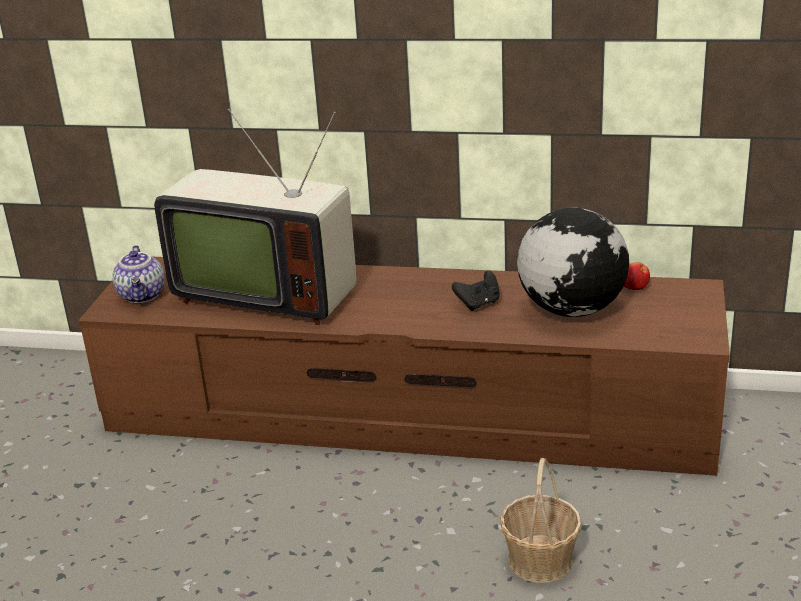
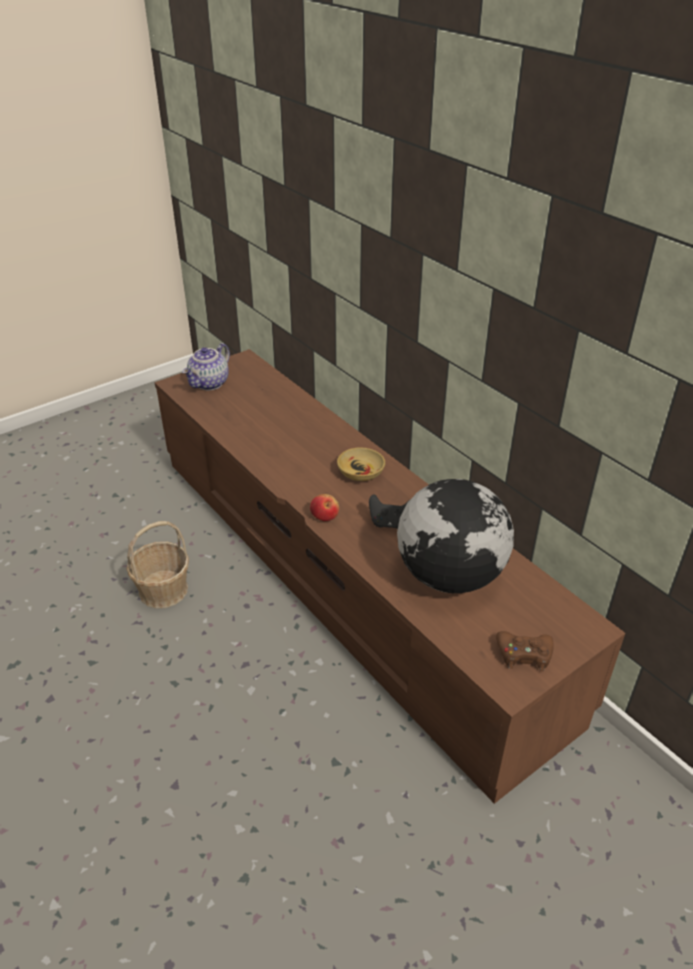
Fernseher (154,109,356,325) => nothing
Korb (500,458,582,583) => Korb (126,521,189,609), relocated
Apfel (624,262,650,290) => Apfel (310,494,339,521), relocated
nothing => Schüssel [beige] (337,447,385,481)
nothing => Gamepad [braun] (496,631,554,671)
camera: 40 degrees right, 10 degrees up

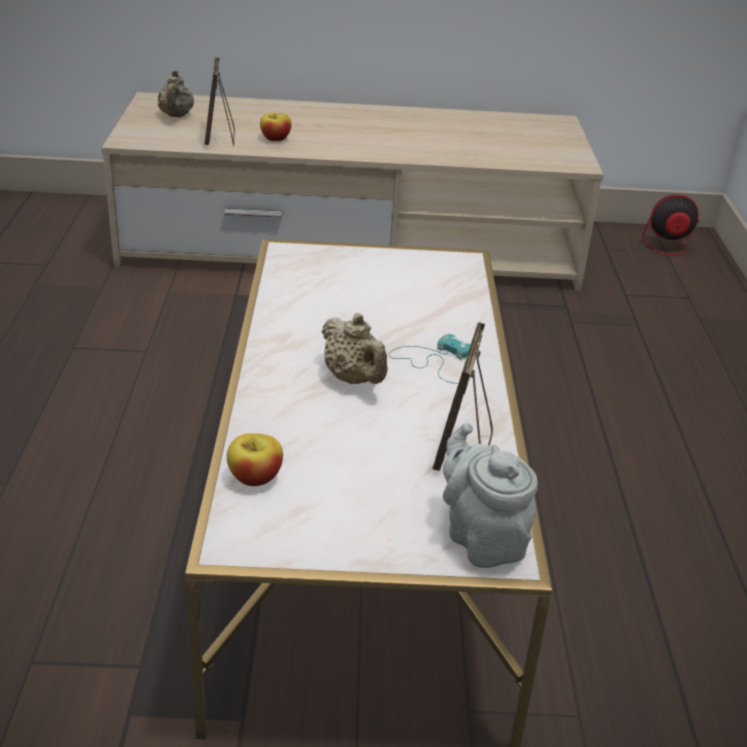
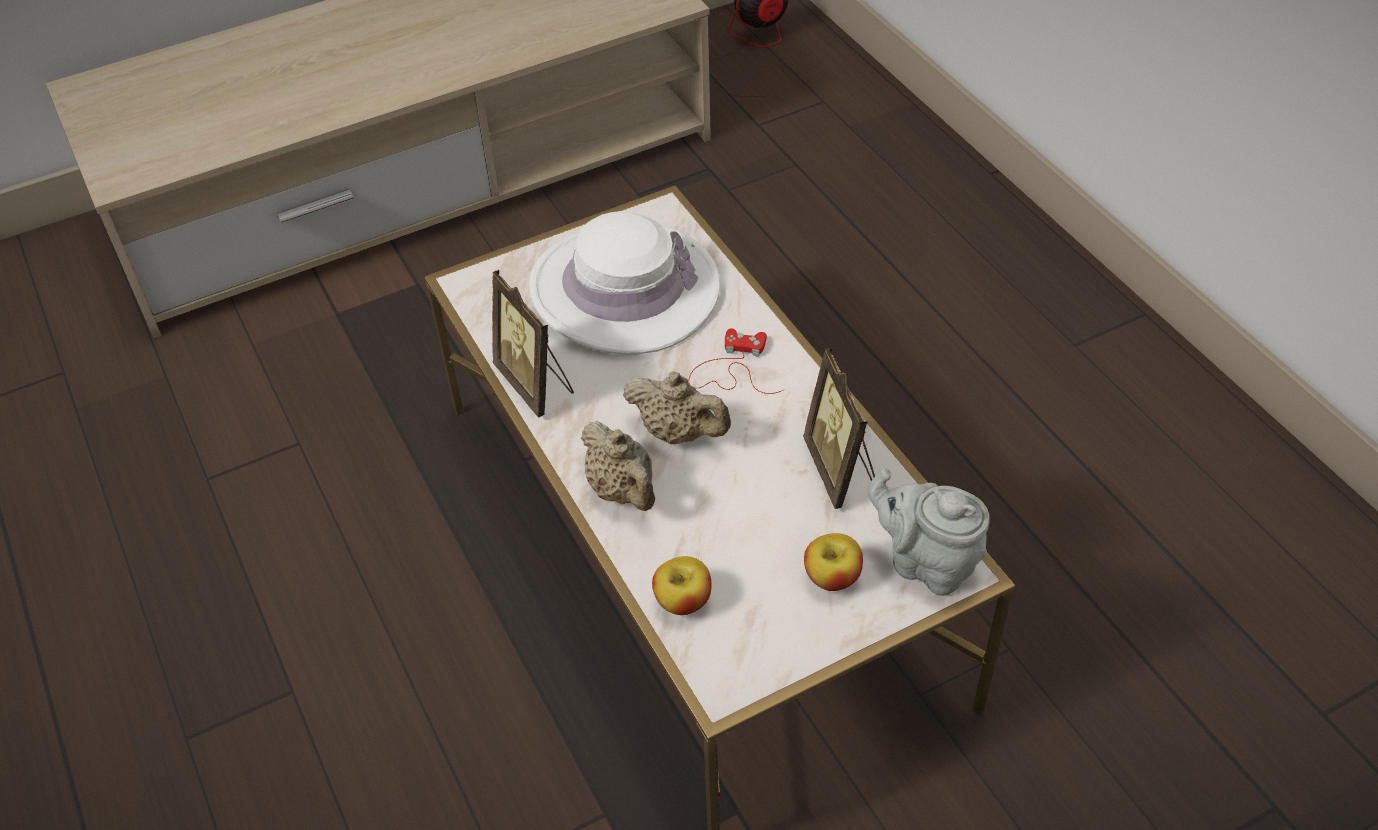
Teekanne [beige] (158,70,194,117) => Teekanne [beige] (581,420,655,511), relocated
Bilderrahmen (204,57,235,146) => Bilderrahmen (492,270,574,418), relocated
Apfel (260,113,291,141) => Apfel (804,533,863,591), relocated
Gamepad [türkis] (389,334,471,384) => Gamepad [rot] (689,329,785,394)
nothing => Hut [weiß] (529,211,720,355)
camera: 25 degrees left, 15 degrees up

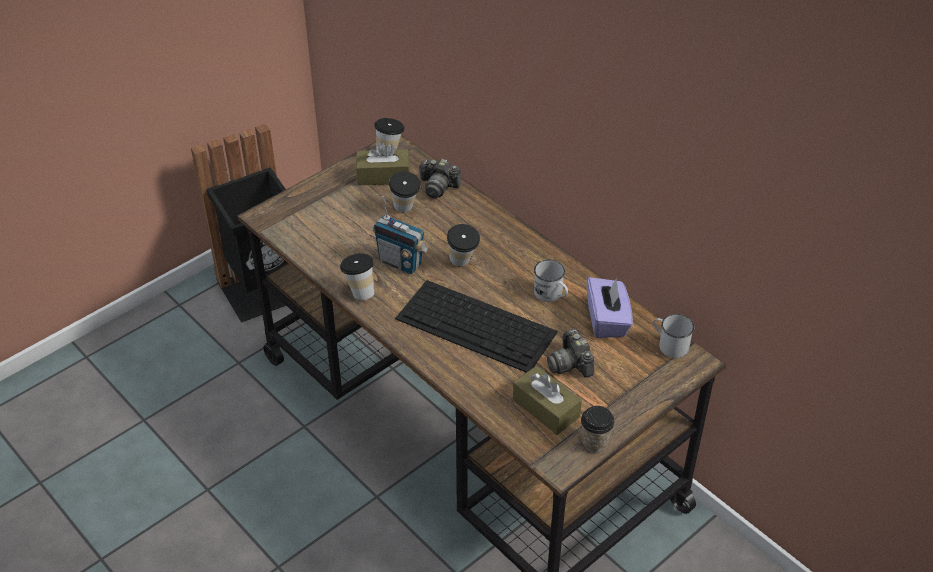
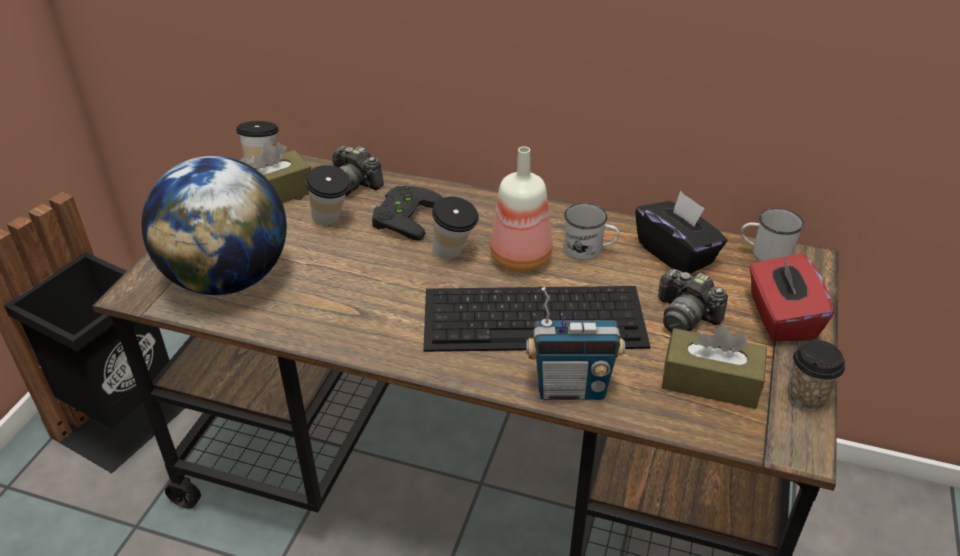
Tasse (340,253,374,300) => nothing
Radio (373,196,429,274) => Radio (526,287,625,400), relocated
Kamera (419,159,461,198) => Kamera (332,146,384,196), 45 degrees clockwise
Taschentuchbox [lila] (587,277,633,338) => Taschentuchbox [schwarz] (635,191,727,274)
nothing => Globus (141,156,287,295)
nothing => Gamepad [schwarz] (372,186,443,241)
nothing => Flasche (490,146,553,272)
nothing => Taschentuchbox [rot] (749,253,834,341)
camera: 30 degrees left, 5 degrees down

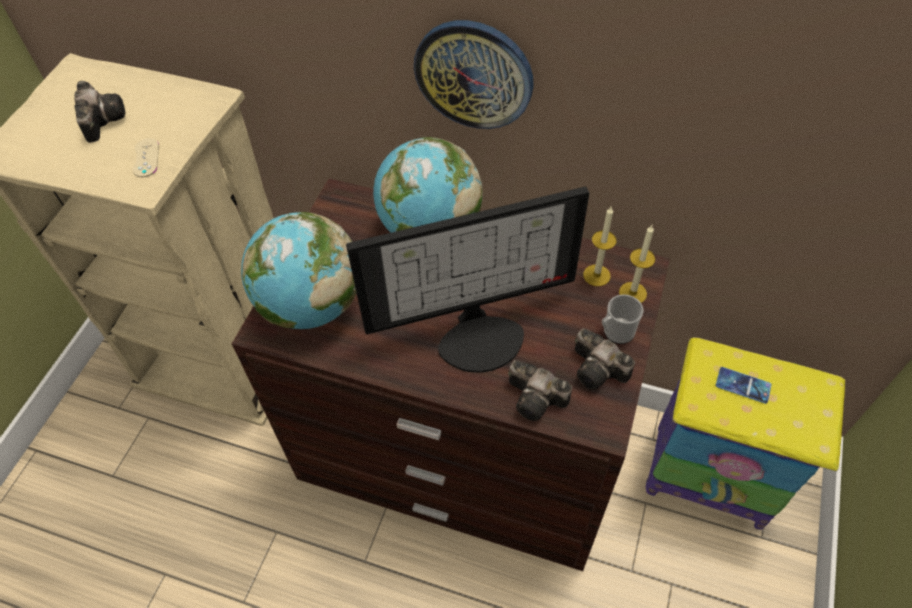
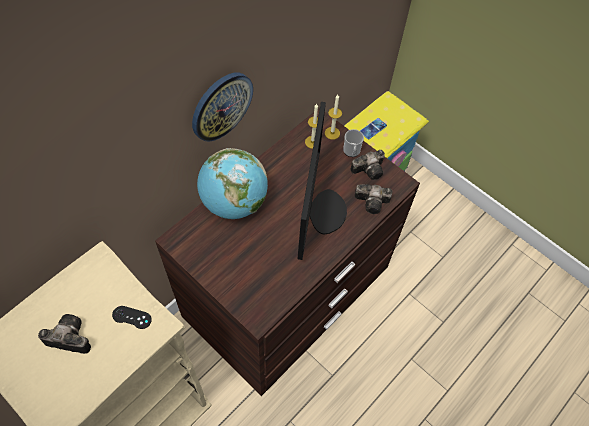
Gamepad [beige] (133,138,159,177) => Gamepad [schwarz] (112,306,152,329)
Globus (241,212,356,329) => nothing
Kamera (508,360,572,421) => Kamera (355,184,392,214), 45 degrees clockwise
camera: 70 degrees left, 5 degrees up

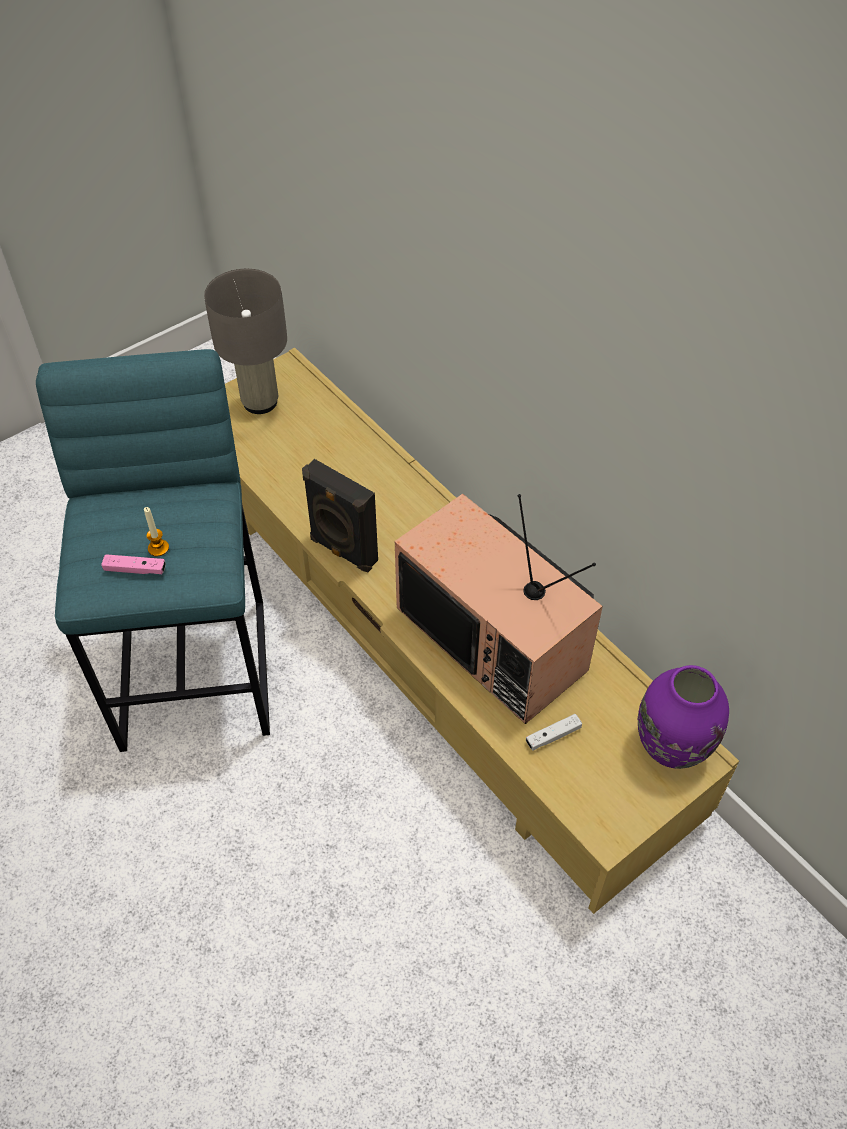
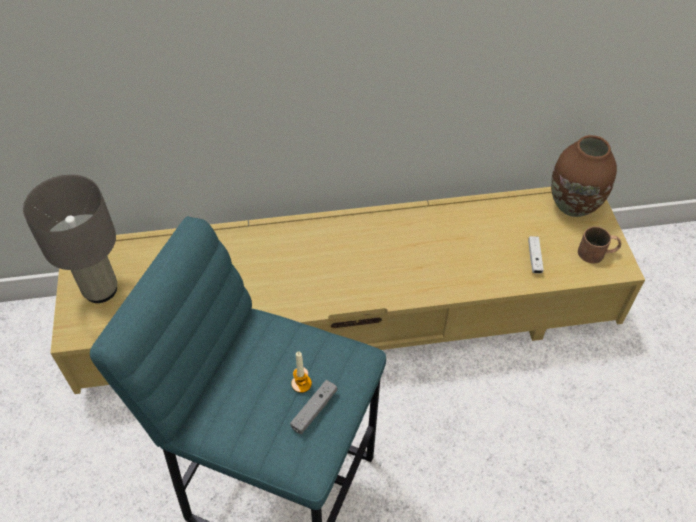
Gamepad [rosa] (101,554,166,574) => Gamepad [grau] (290,380,337,434)
Lautsprecher [schwarz] (302,459,378,572) => nothing
Fernseher (395,494,603,724) => nothing
Vase [lila] (638,665,729,769) => Vase [braun] (551,135,617,217)
nothing => Henkelbecher [braun] (578,226,621,263)
camera: 60 degrees left, 0 degrees up

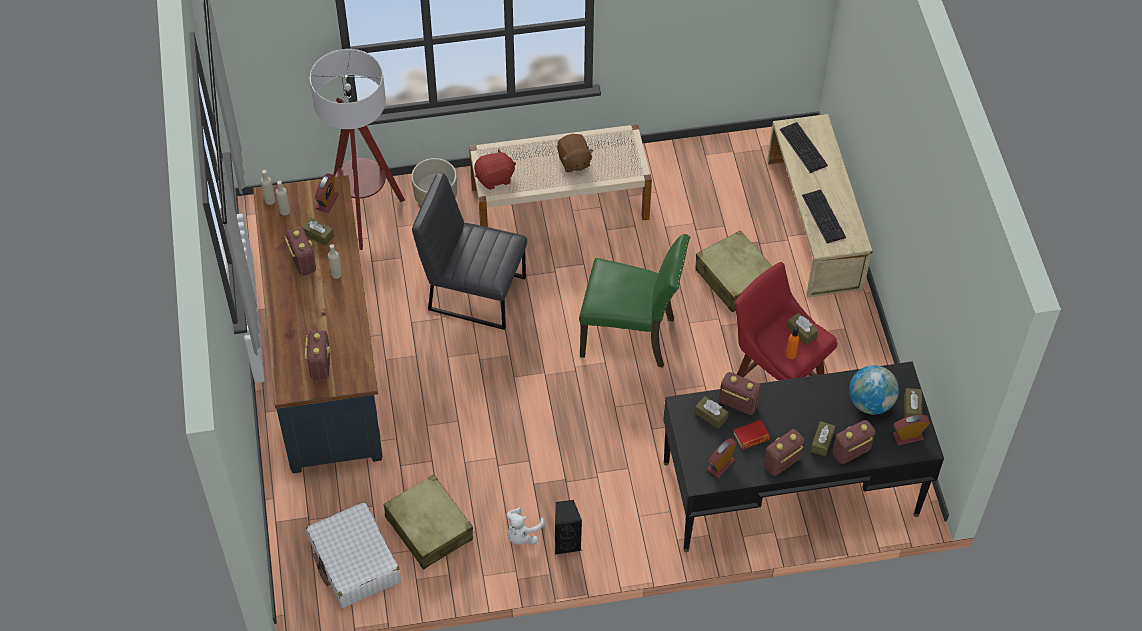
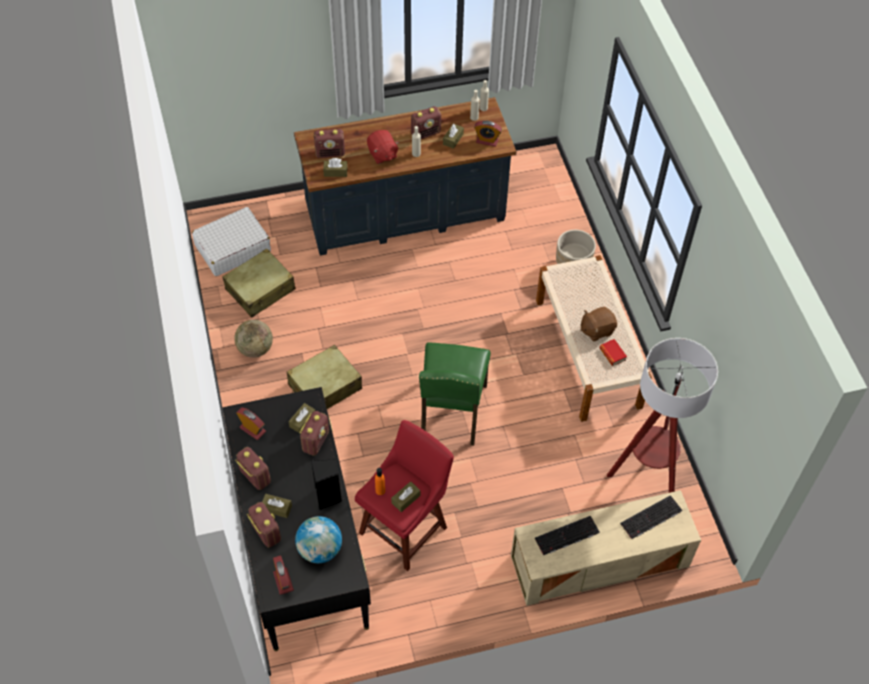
Stehlampe (310,49,405,250) => Stehlampe (607,338,718,493), relocated
Stuhl [grau] (412,172,527,330) => nothing
Plüschtier [rot] (474,149,516,190) => Plüschtier [rot] (367,130,399,164), relocated
Plüschtier [weiß] (506,507,546,545) => Globus (234,320,273,358)
Lautsprecher [schwarz] (555,500,582,555) => Lautsprecher [schwarz] (311,459,342,510), relocated
Koffer [beige] (695,230,772,313) => Koffer [beige] (287,345,362,409), relocated
Buch (733,420,770,450) => Buch (599,339,627,366), relocated
Taschentuchbox [braun] (904,388,923,417) => Taschentuchbox [braun] (323,158,348,177), relocated
camera: 85 degrees right, 0 degrees up

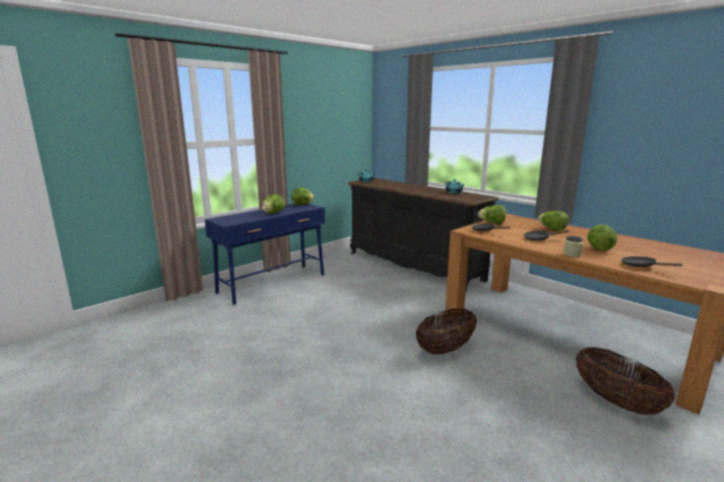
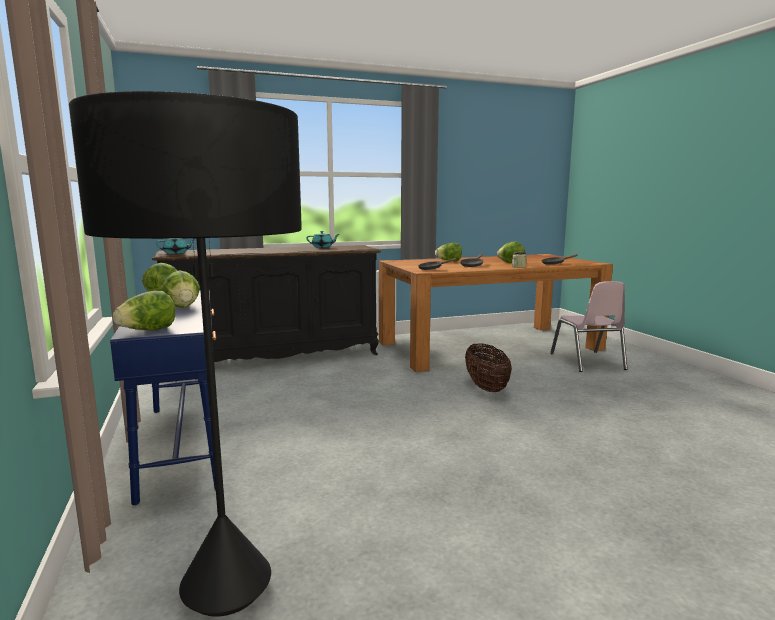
Salatkopf (478,205,506,224) => Salatkopf (113,291,176,330), relocated
Korb (576,347,675,415) => Stuhl [rosa] (550,281,628,372)
nothing => Stehlampe [schwarz] (69,91,302,617)
camera: 65 degrees left, 5 degrees down

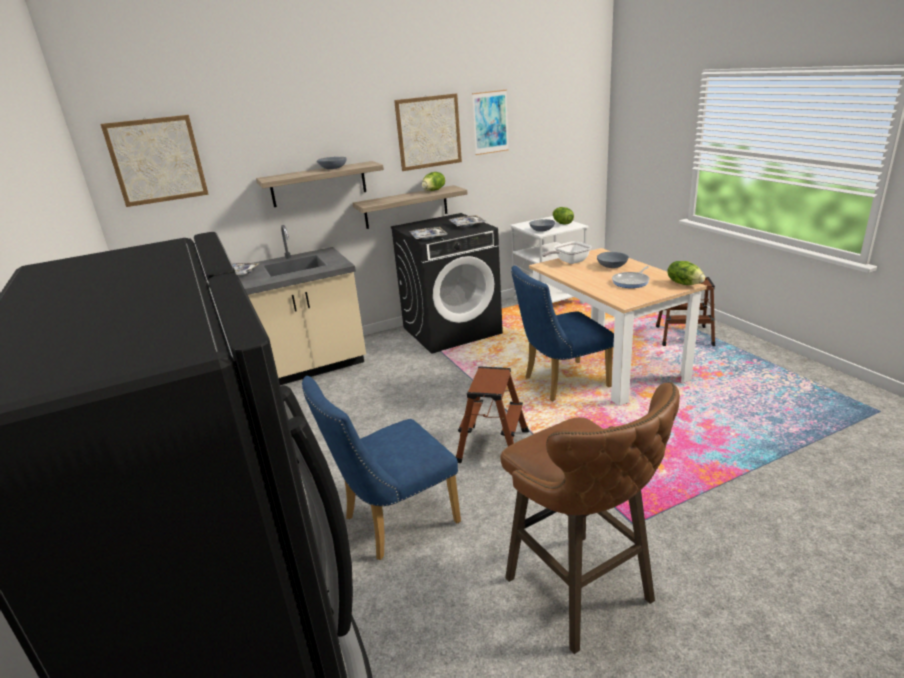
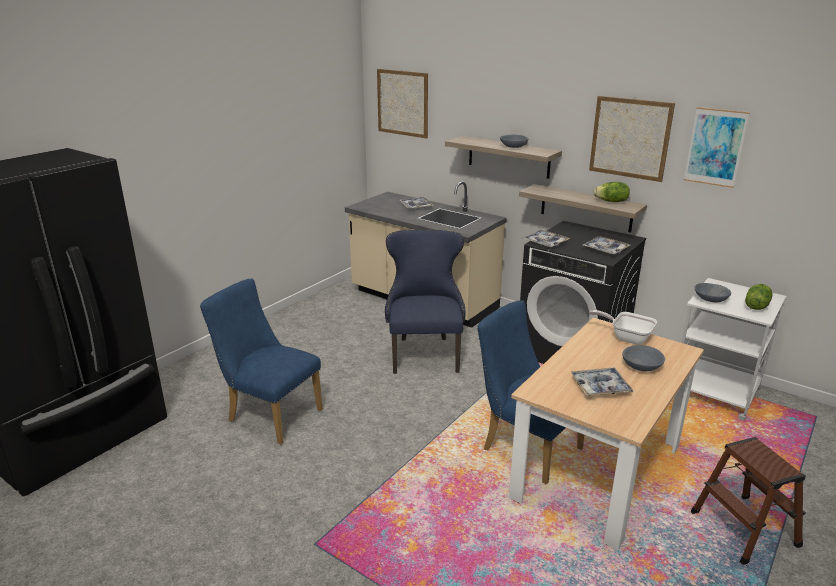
Trittleiter [braun] (456,366,529,463) => nothing
Hocker [braun] (500,382,680,654) => nothing
Pfanne (612,266,650,288) => Tablett (571,368,634,396)
Salatkopf (667,261,705,285) => nothing
nothing => Stuhl [blau] (385,230,466,374)
camera: 60 degrees right, 0 degrees up

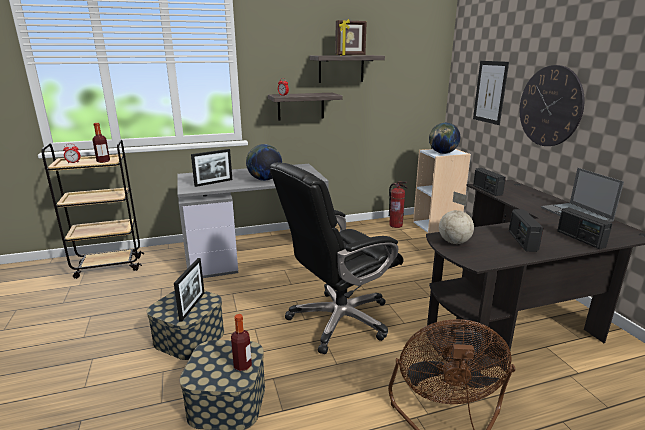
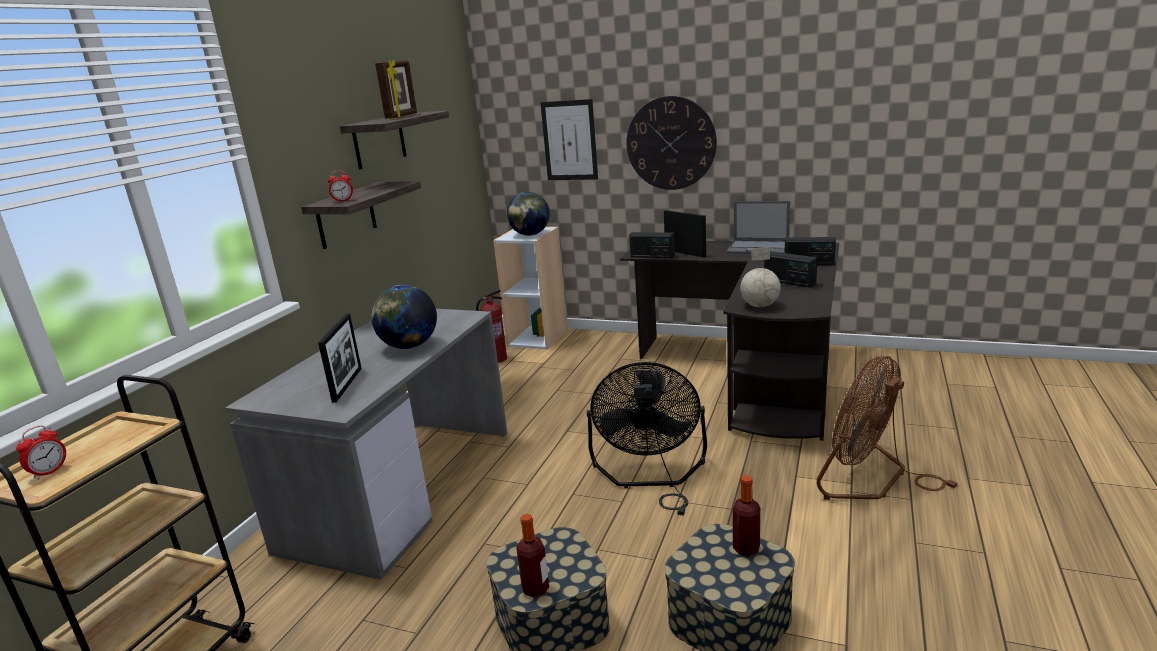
Flasche (93,123,110,163) => Flasche (516,514,549,598), relocated
Bilderrahmen (174,258,205,322) => Bilderrahmen (664,210,706,258), relocated
Bürostuhl [schwarz] (270,162,403,354) => Ventilator [schwarz] (587,362,707,515)
camera: 50 degrees left, 0 degrees up

